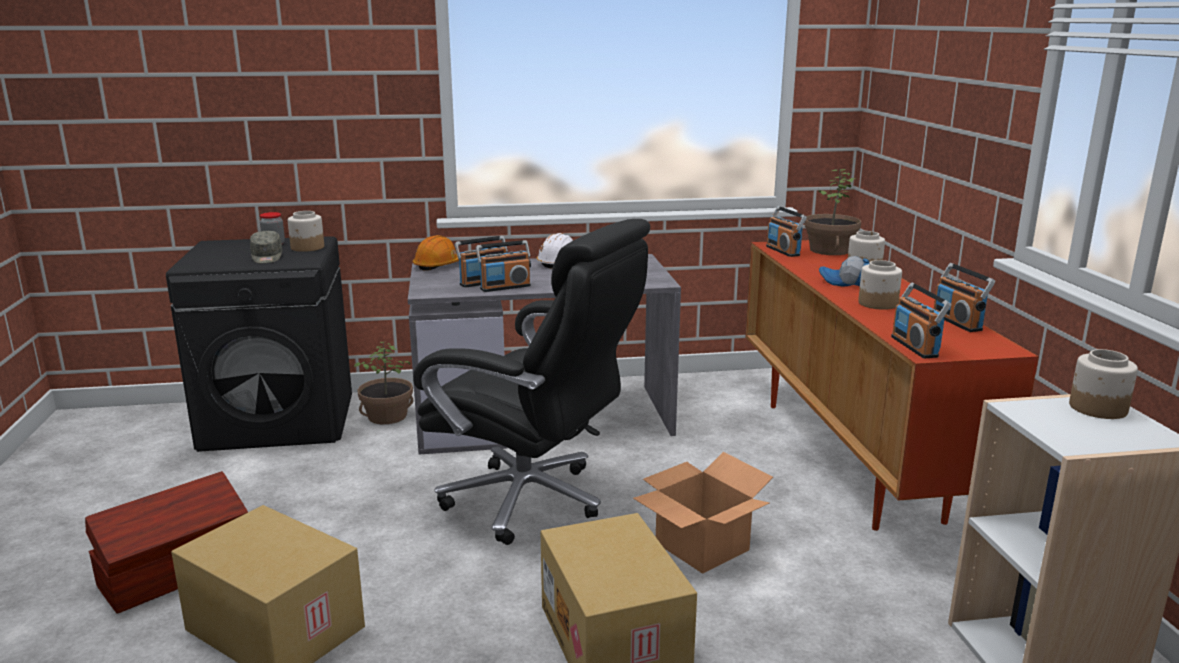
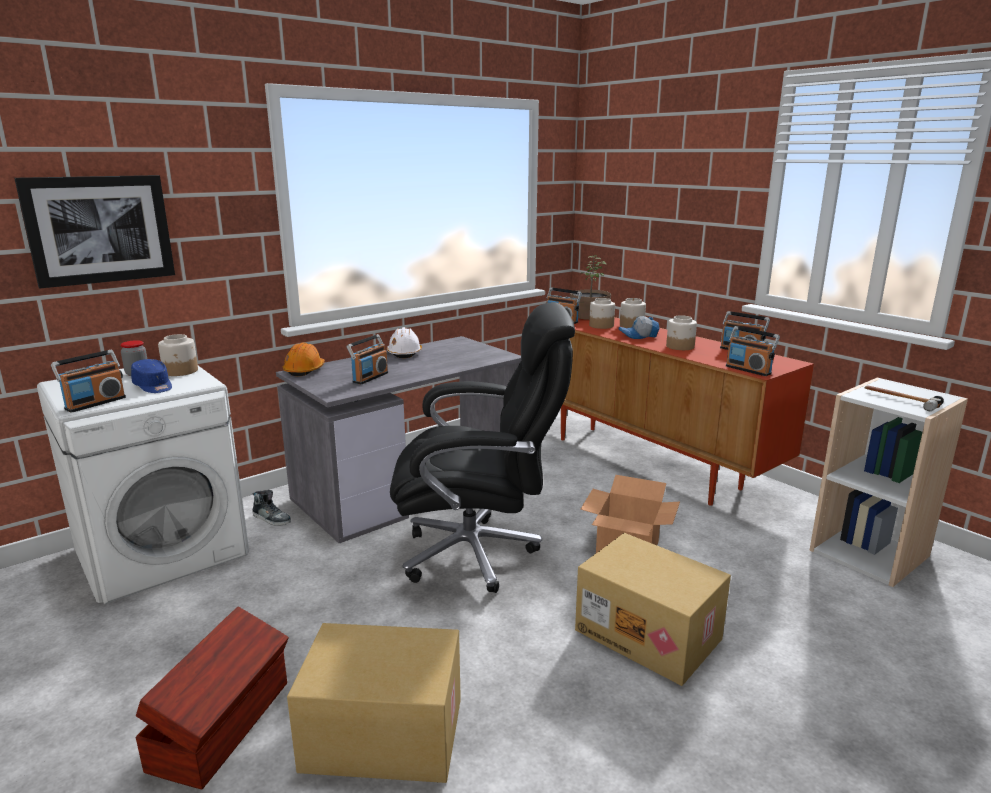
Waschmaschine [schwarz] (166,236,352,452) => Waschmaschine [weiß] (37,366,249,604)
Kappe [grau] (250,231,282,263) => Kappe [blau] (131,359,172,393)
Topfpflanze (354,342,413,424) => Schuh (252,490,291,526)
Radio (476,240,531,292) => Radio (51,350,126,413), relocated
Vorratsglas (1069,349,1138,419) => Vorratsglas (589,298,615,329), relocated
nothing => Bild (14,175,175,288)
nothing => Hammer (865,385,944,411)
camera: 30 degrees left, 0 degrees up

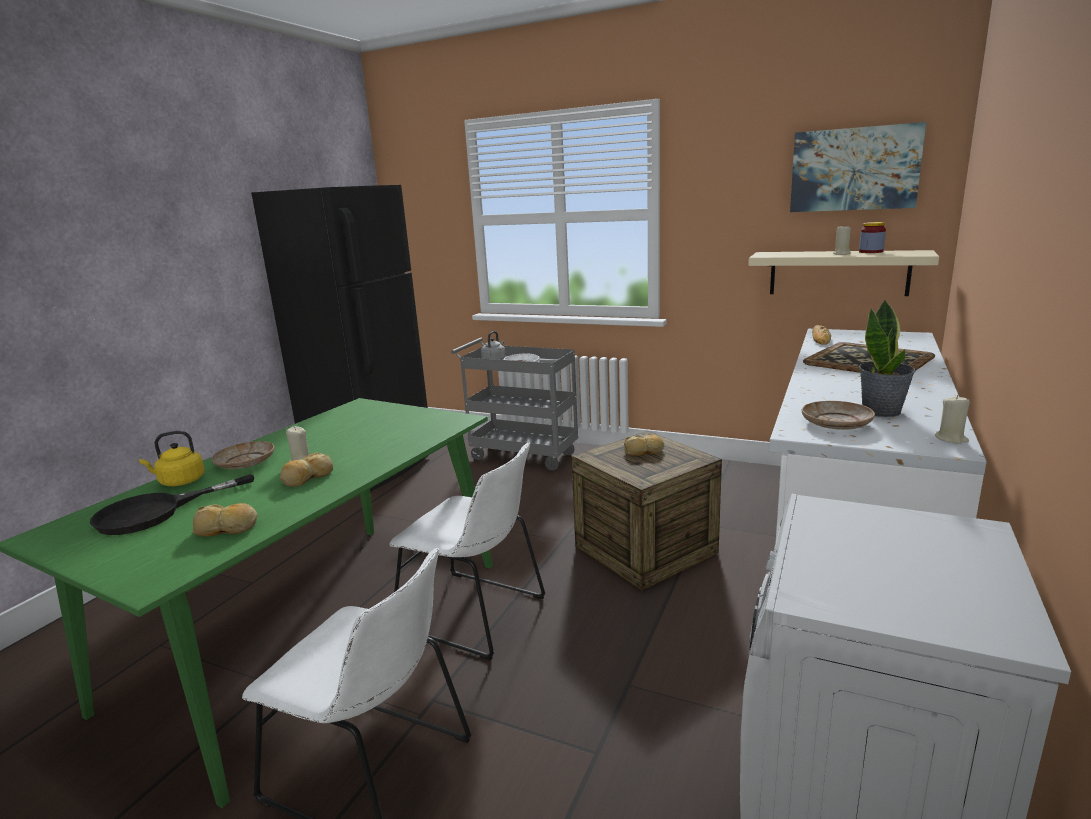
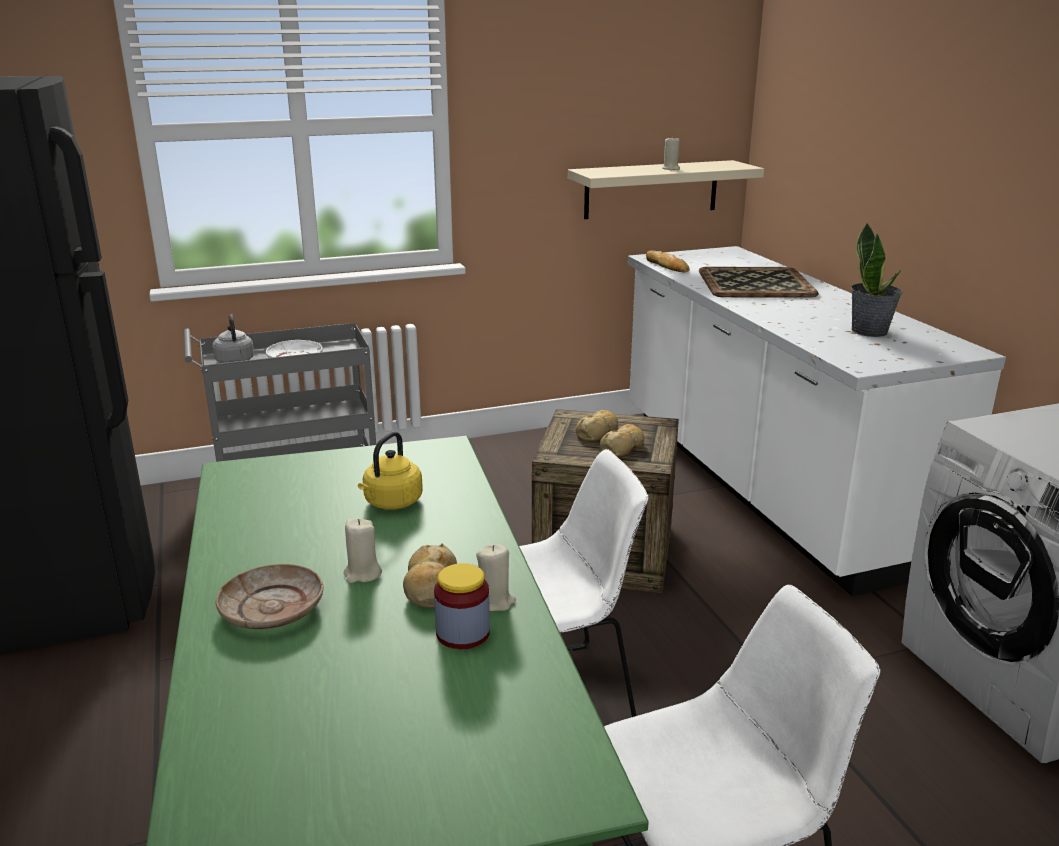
Pfanne [schwarz] (90,474,254,535) => nothing
Wasserkessel [gelb] (139,431,205,486) => Wasserkessel [gelb] (358,432,423,510), relocated
Brot (192,503,258,537) => Brot (600,424,644,457), relocated
Bild (790,122,926,212) => nothing
Teller [beige] (802,401,875,430) => nothing
Vorratsglas (859,222,886,253) => Vorratsglas (434,563,490,649), relocated
Kerze [beige] (935,395,970,444) => Kerze [beige] (476,544,516,611), relocated
camera: 45 degrees left, 5 degrees up

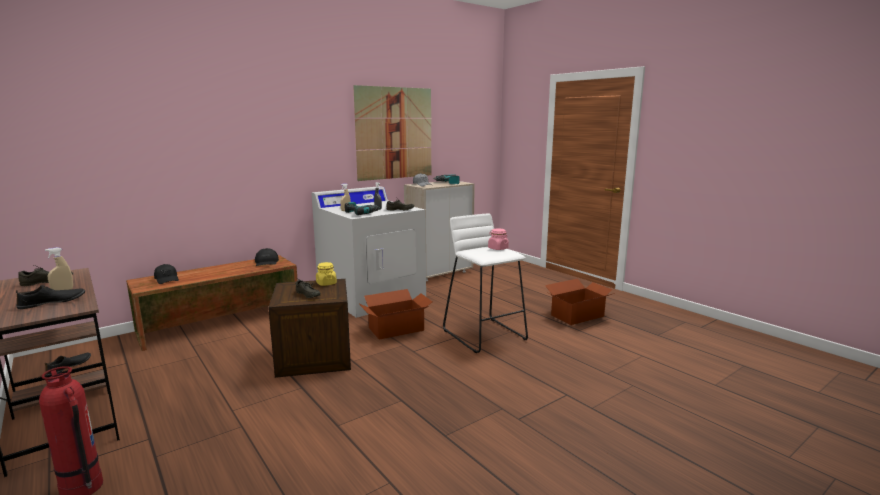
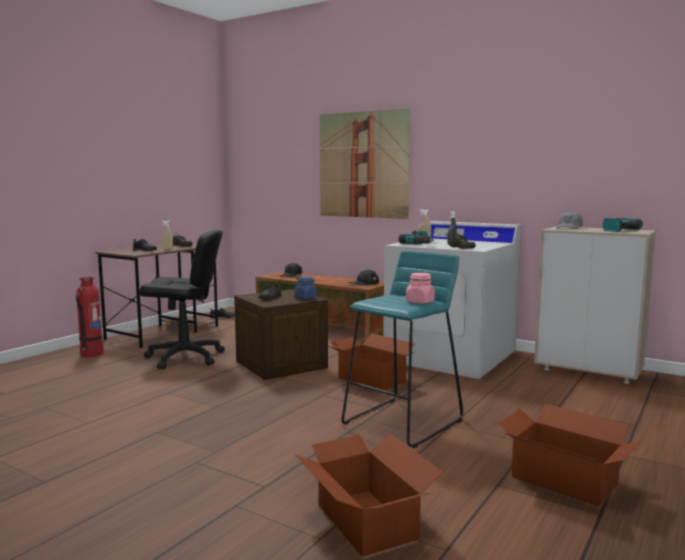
Vorratsglas [gelb] (316,262,337,286) => Vorratsglas [blau] (295,276,317,299)
Bild (353,85,431,181) => Bild (320,108,411,219), relocated
Hocker [weiß] (443,213,528,353) => Hocker [türkis] (341,251,463,448)
nothing => Bürostuhl [schwarz] (139,230,225,369)
nothing => Karton (295,434,443,557)
camera: 70 degrees right, 5 degrees down

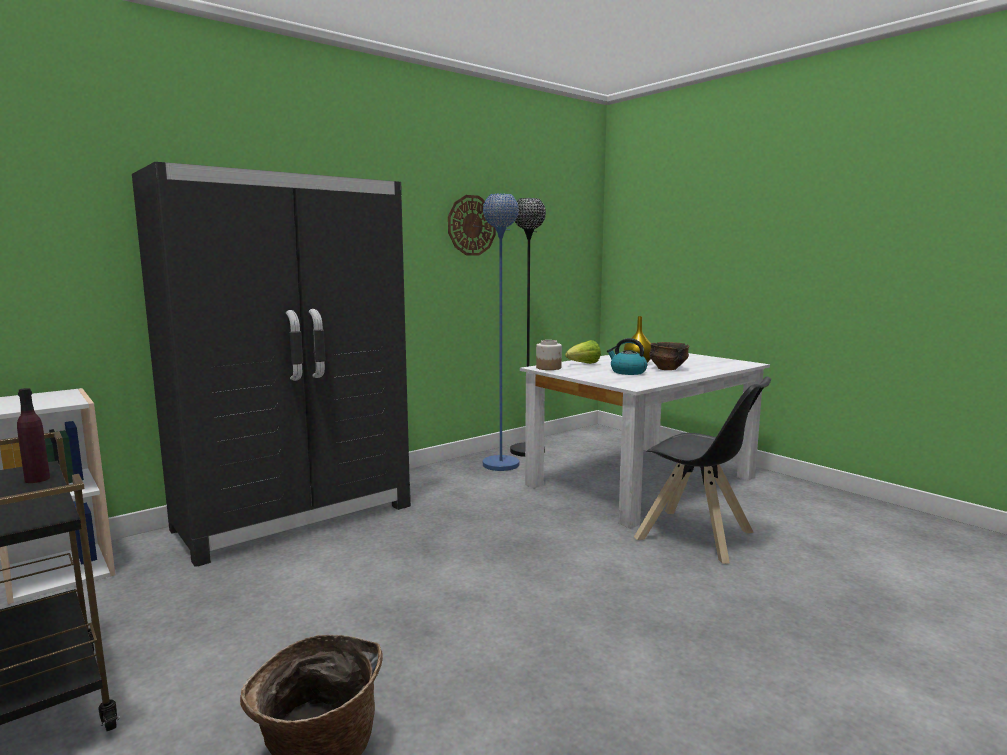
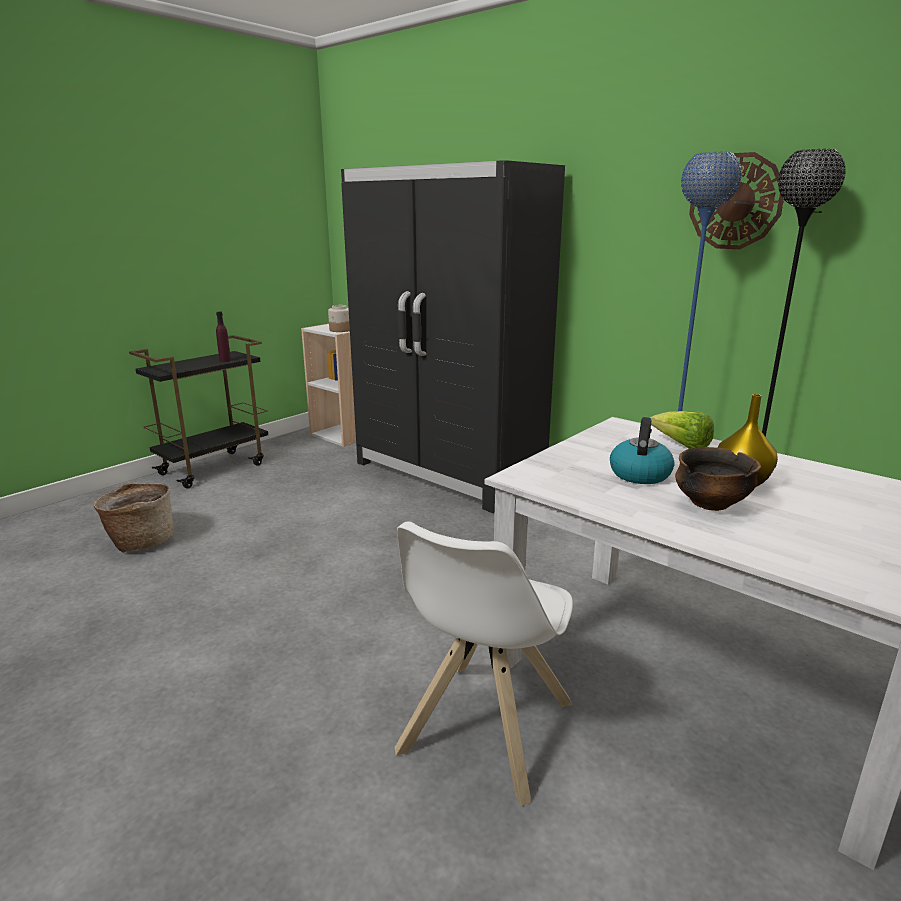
Vorratsglas (536,340,562,370) => Vorratsglas (328,305,350,332), relocated
Stuhl [schwarz] (634,377,771,564) => Stuhl [weiß] (395,521,573,807)
camera: 80 degrees right, 10 degrees up

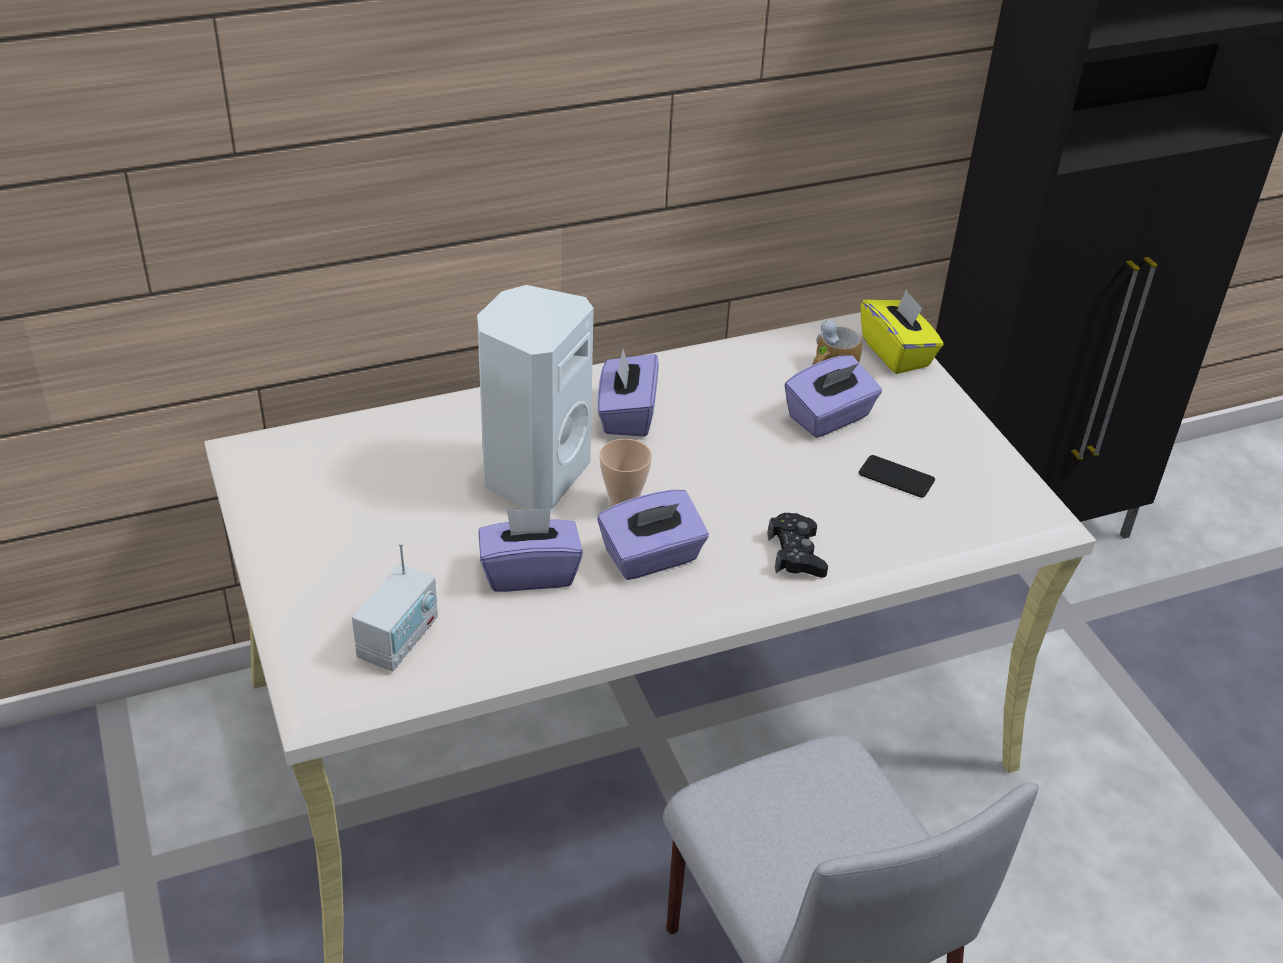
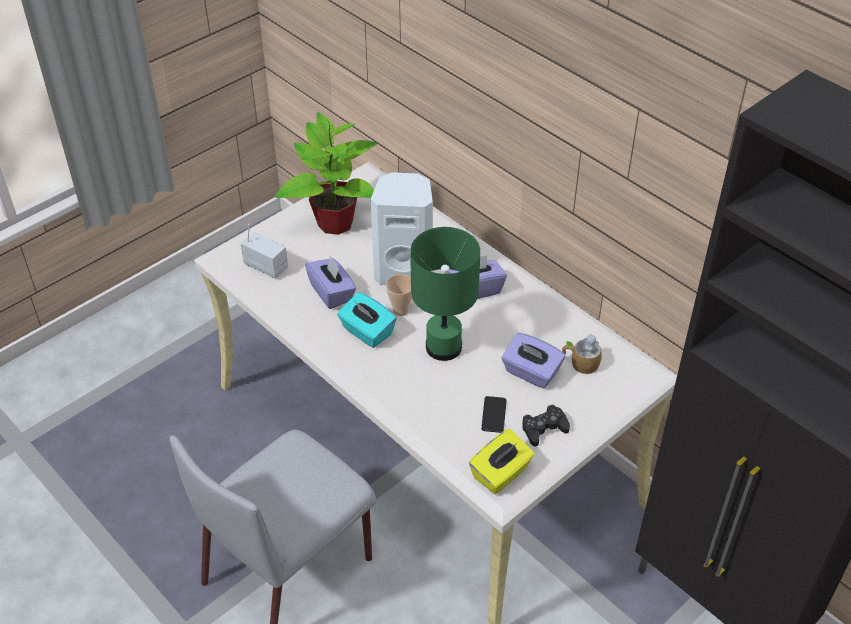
Radio (352,542,438,671) => Radio (241,224,288,279), 150 degrees counterclockwise
Taschentuchbox [lila] (598,490,709,580) => Taschentuchbox [türkis] (337,292,397,348)
Gamepad [schwarz] (767,513,828,578) => Gamepad [schwarz] (522,405,570,447), relocated
Taschentuchbox [gelb] (861,289,943,374) => Taschentuchbox [gelb] (469,429,535,494), relocated
nothing => Topfpflanze (275,112,378,235)
nothing => Tischlampe [grün] (411,227,480,361)
camera: 70 degrees right, 5 degrees up

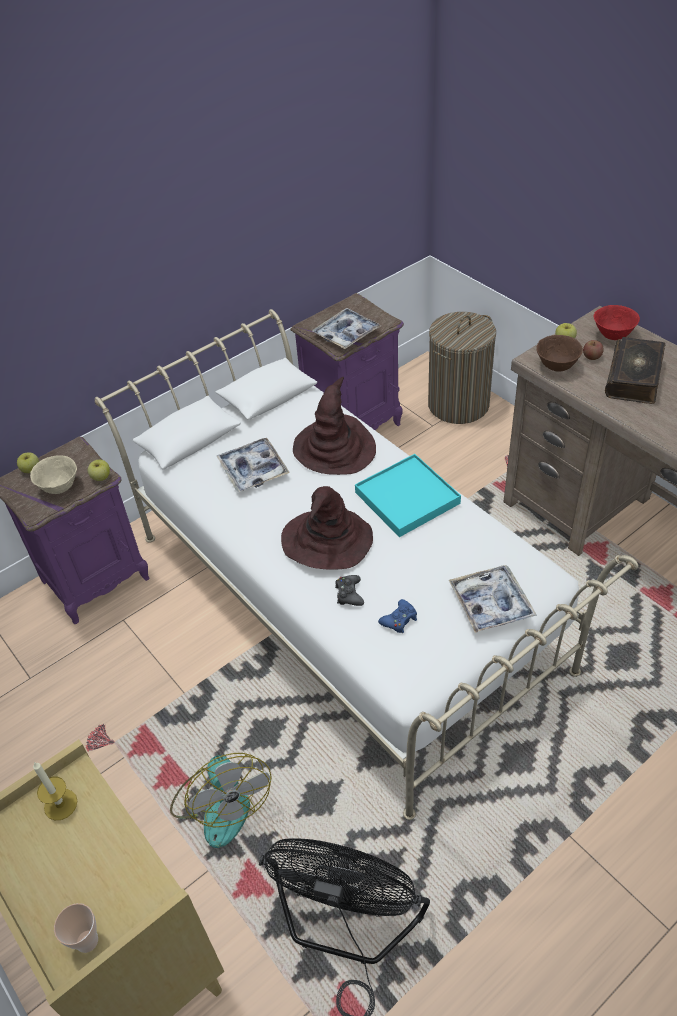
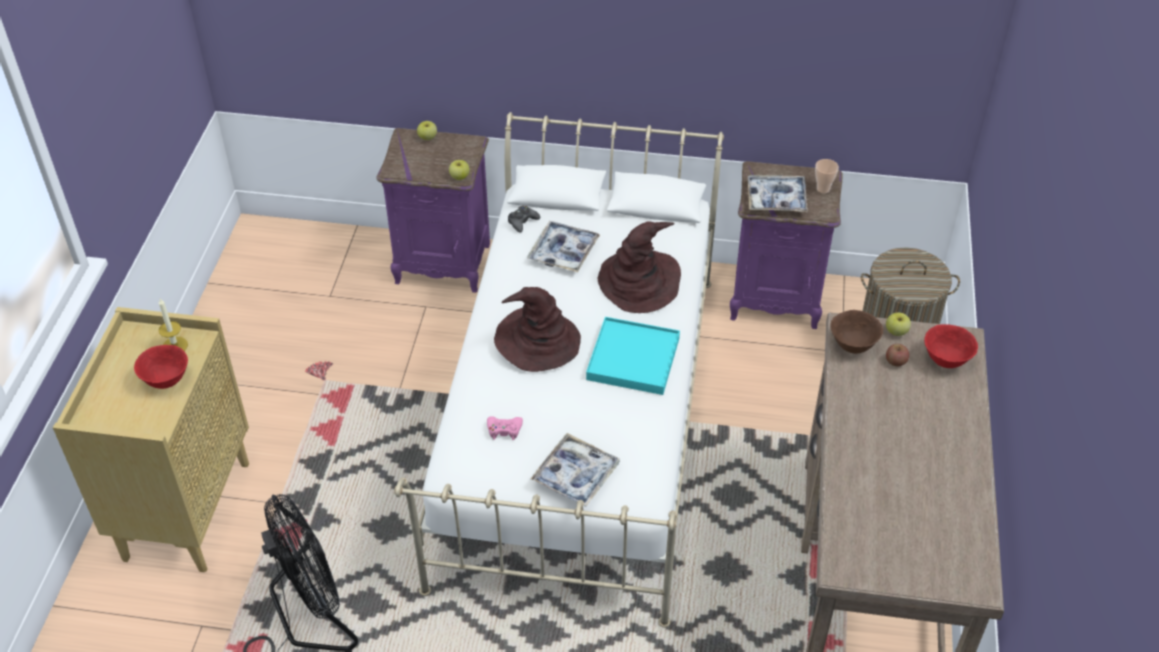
Schüssel [beige] (30,455,77,494) => nothing
Tasse (54,903,98,953) => Tasse (815,159,839,193), relocated
Ventilator (170,753,272,848) => nothing
Gamepad [schwarz] (335,575,364,606) => Gamepad [schwarz] (508,206,540,233), relocated
Gamepad [blau] (378,599,417,633) => Gamepad [rosa] (487,416,523,440)
Buch (605,337,666,404) => nothing
nothing => Schüssel [rot] (134,345,188,389)
camera: 45 degrees right, 0 degrees up

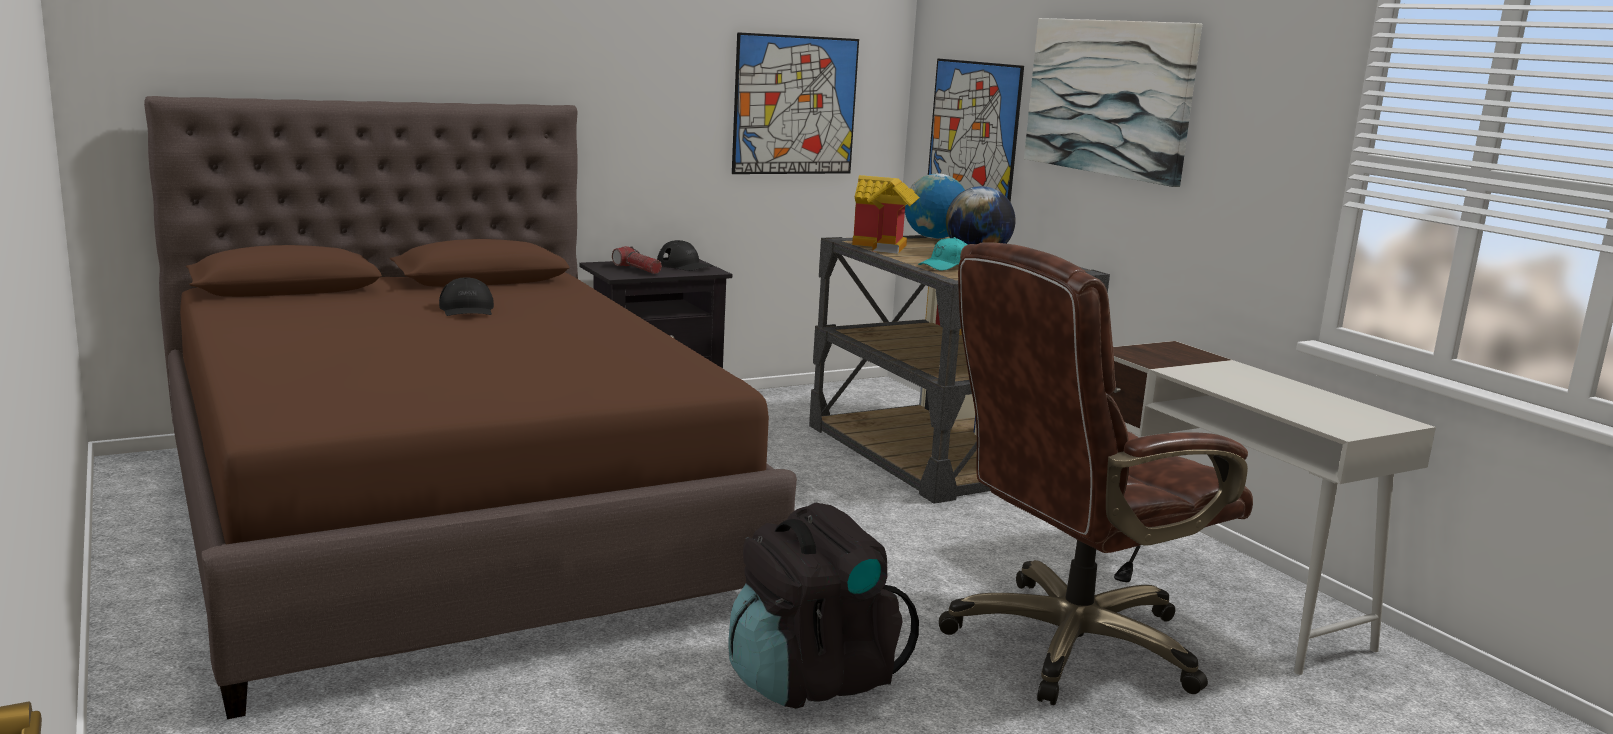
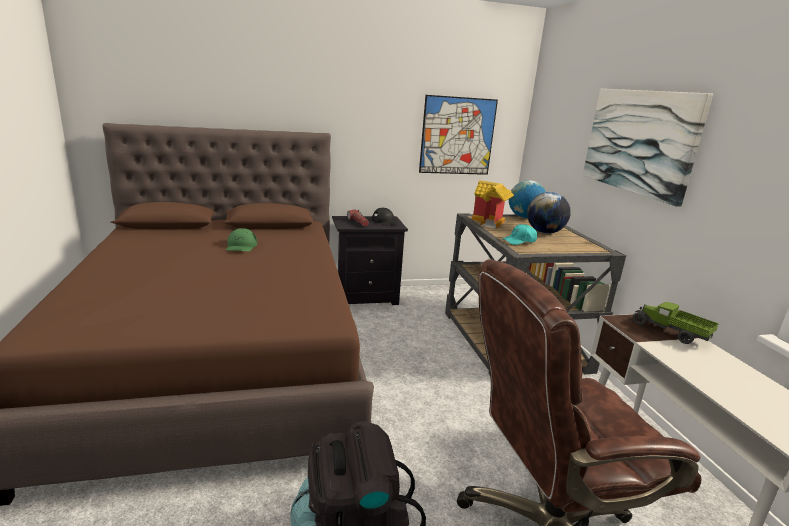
Kappe [schwarz] (439,277,494,316) => Kappe [grün] (226,228,257,252)
Bild (928,58,1024,202) => nothing
nothing => Spielzeuglaster (632,302,718,344)
camera: 15 degrees right, 5 degrees up

